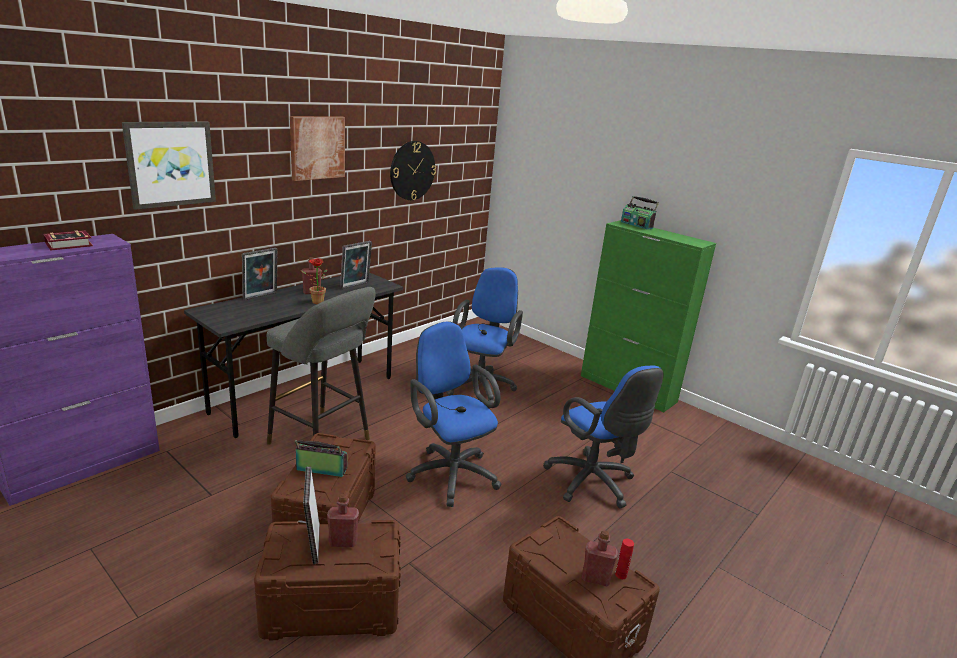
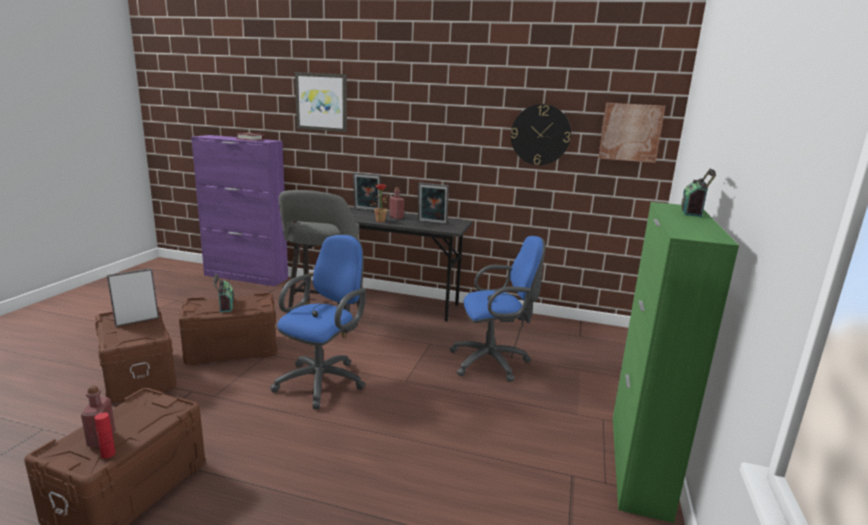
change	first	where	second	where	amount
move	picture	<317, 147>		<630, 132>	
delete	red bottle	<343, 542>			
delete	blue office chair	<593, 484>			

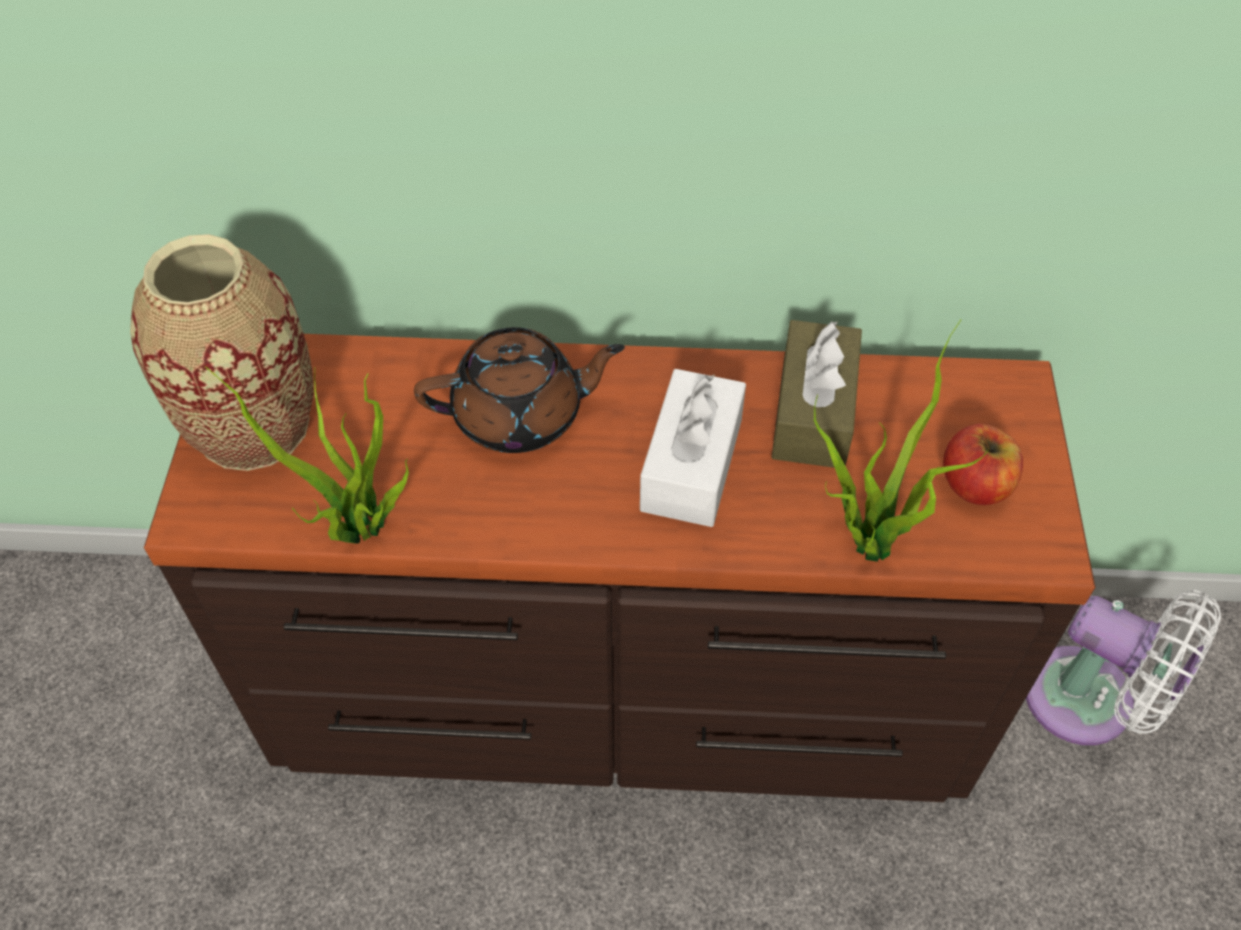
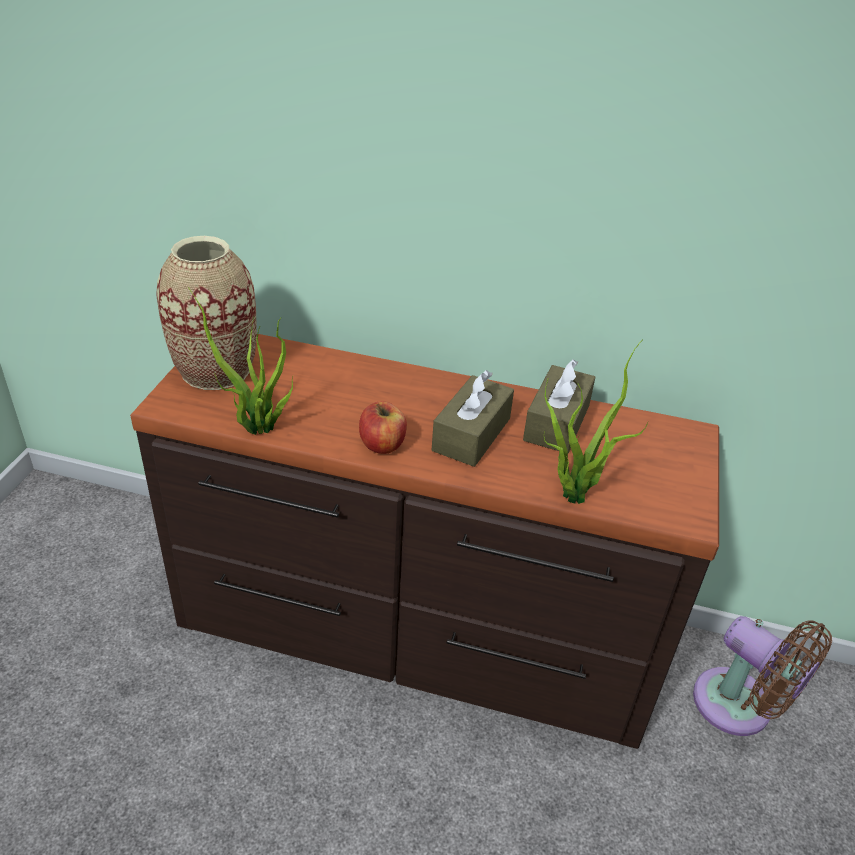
change	first	where	second	where	amount
delete	brown teapot	<521, 415>			
recolor	white tissue box	<691, 464>	brown tissue box	<471, 434>	
move	apple	<975, 485>		<382, 444>	
recolor	white fan	<1090, 703>	brown fan	<739, 708>	

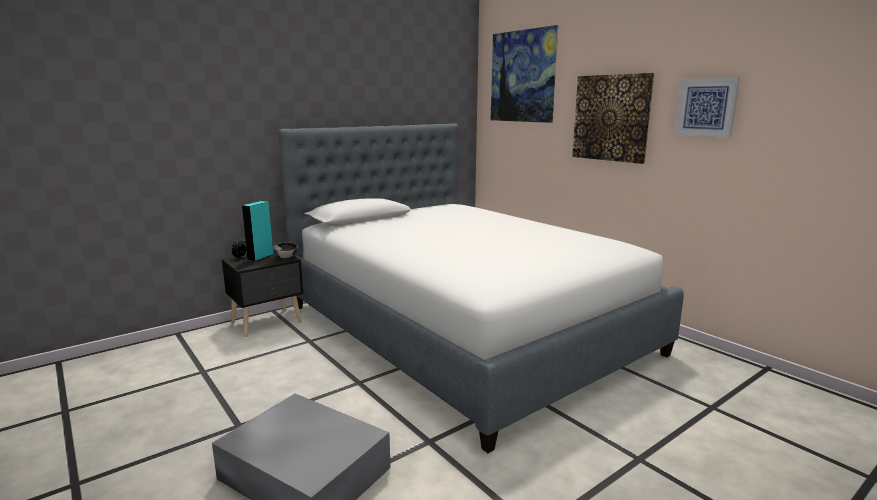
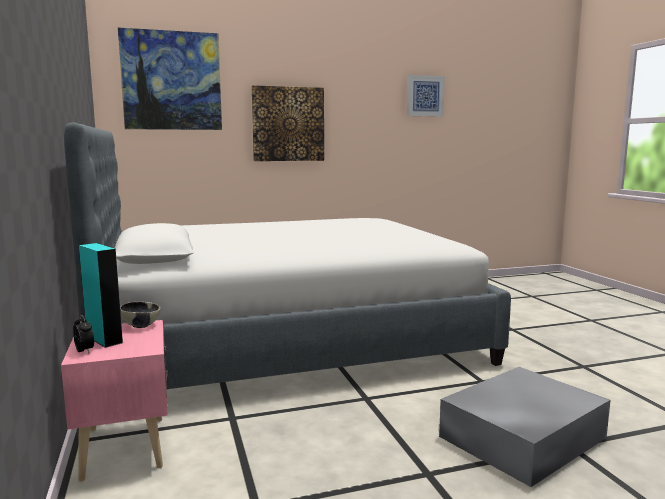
change	first	where	second	where	amount
recolor	black nightstand	<268, 323>	pink nightstand	<127, 446>	
move	picture	<706, 107>		<425, 96>	

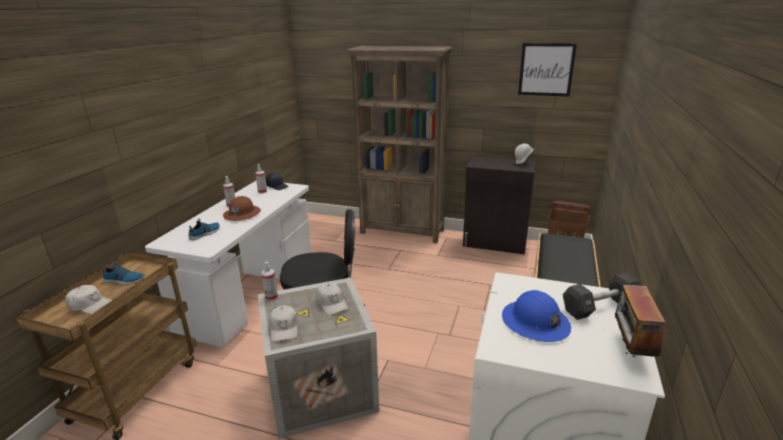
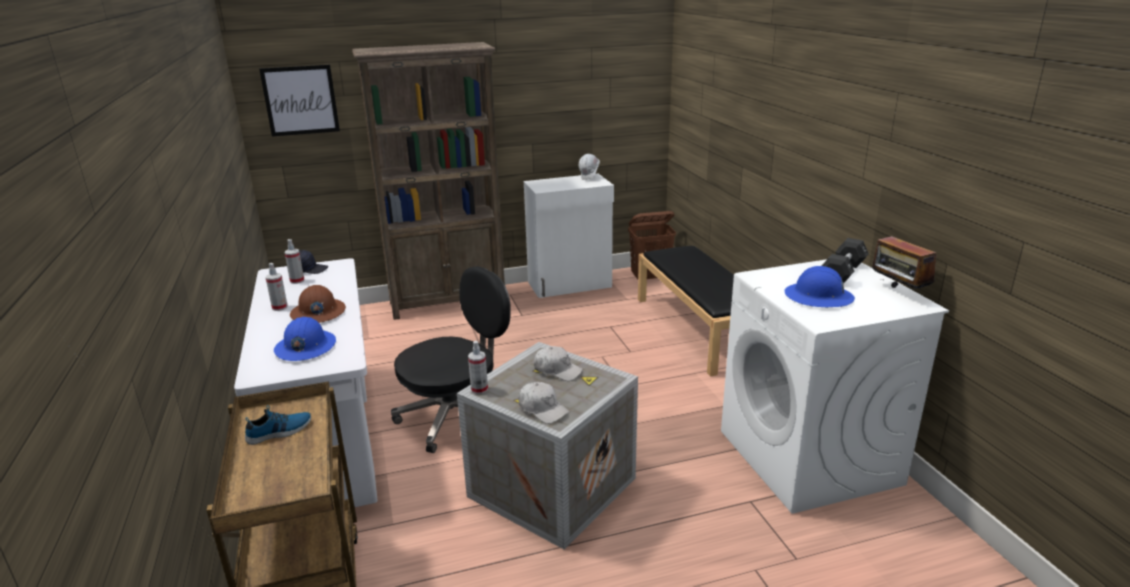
change	first	where	second	where	amount
delete	white cap	<90, 305>			
replace	shoe	<205, 233>	blue hard hat	<305, 347>	
recolor	black cabinet	<495, 243>	white cabinet	<570, 285>	
move	picture	<546, 69>		<300, 100>	

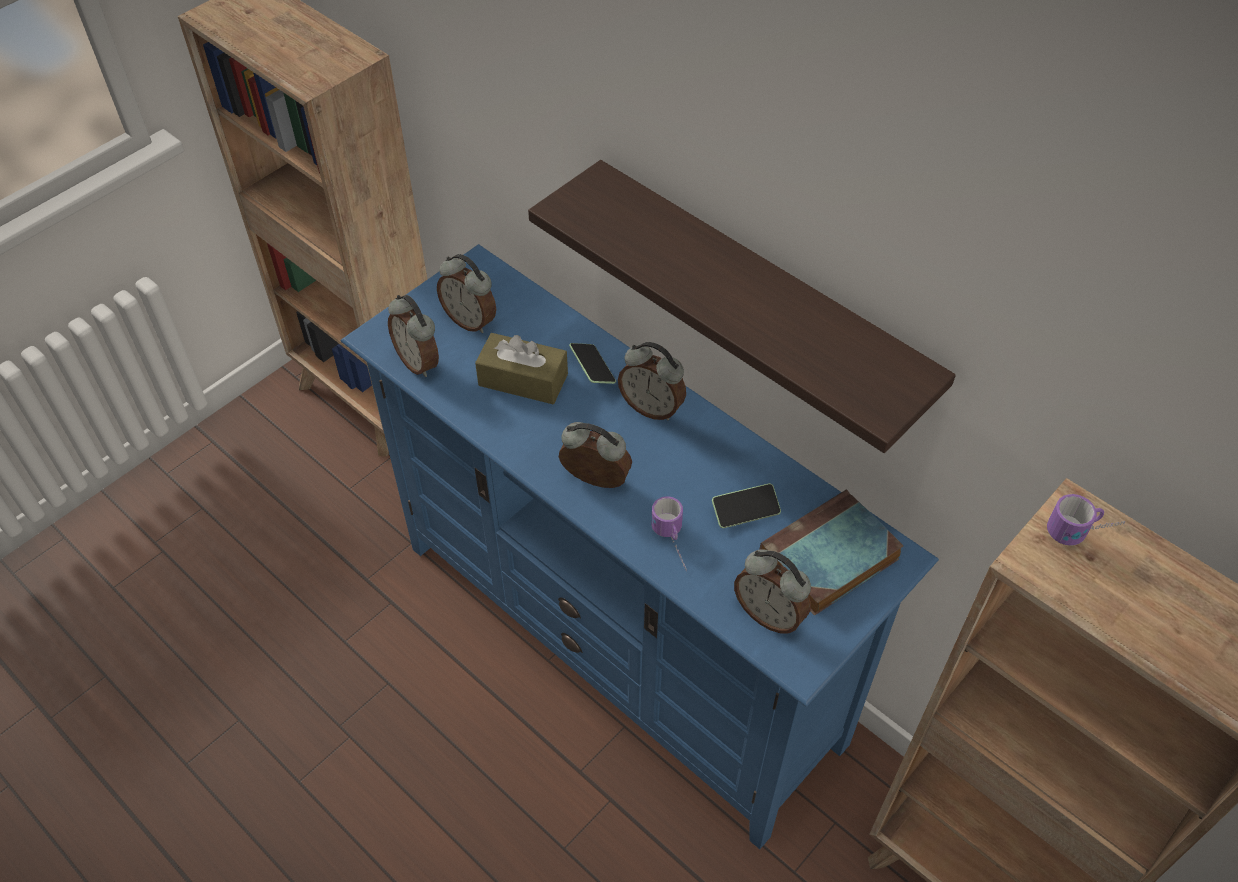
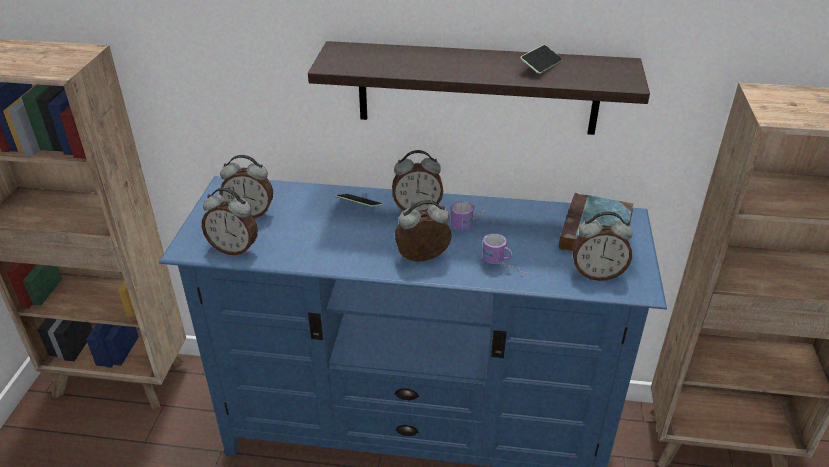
change	first	where	second	where	amount
delete	brown tissue box	<523, 380>			
move	phone	<745, 511>		<540, 66>	
move	mug	<1084, 533>		<469, 223>	

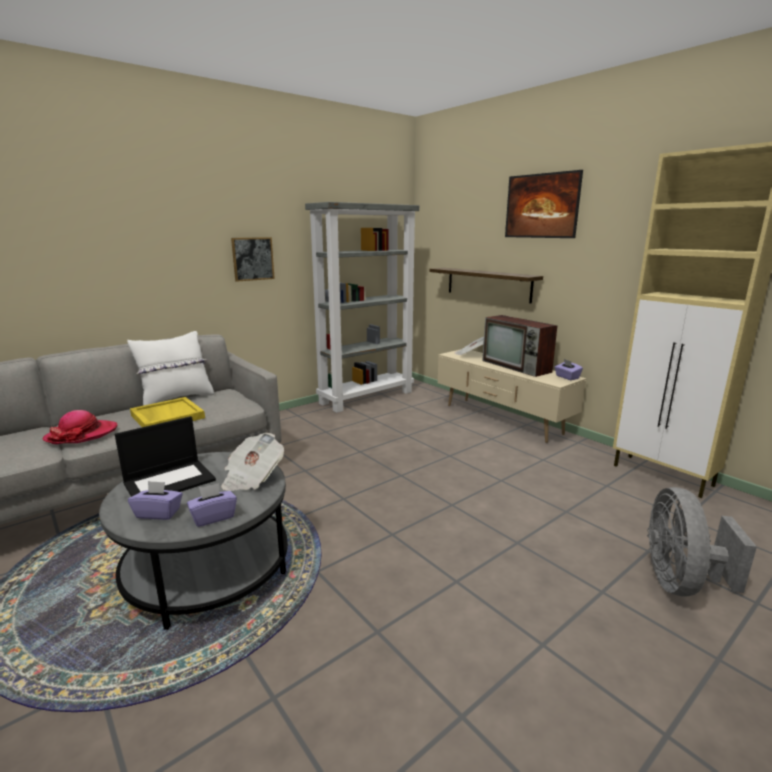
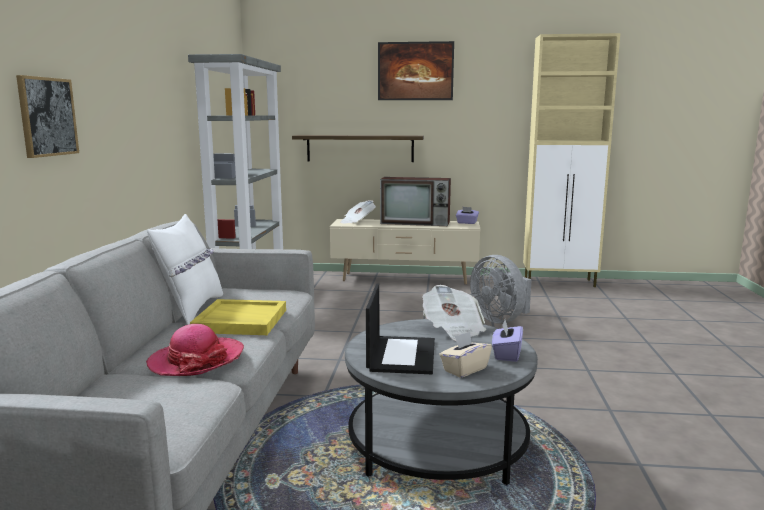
change	first	where	second	where	amount
recolor	purple tissue box	<158, 513>	beige tissue box	<464, 369>	
move	picture	<253, 259>		<47, 117>	
move	grey fan	<680, 582>		<500, 319>	

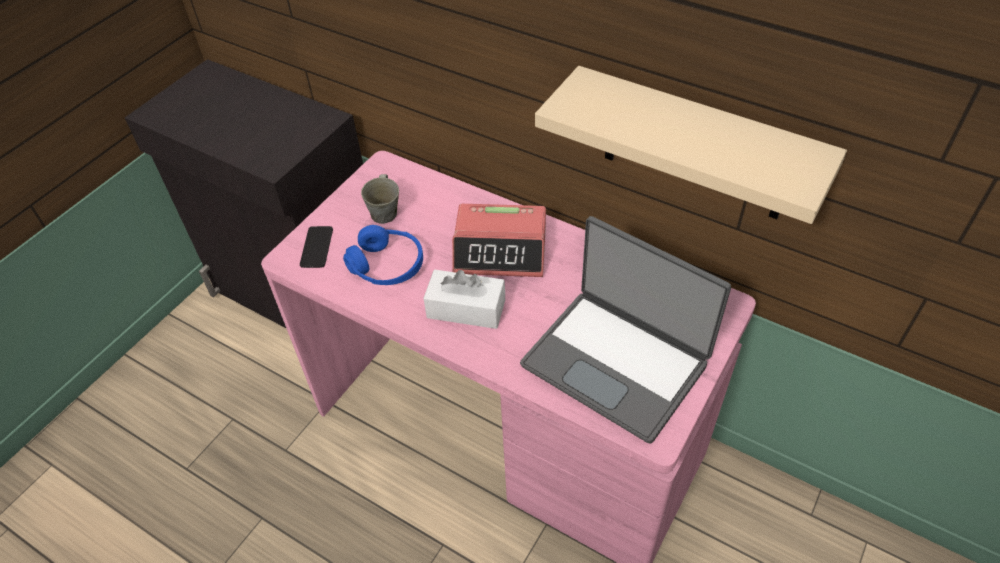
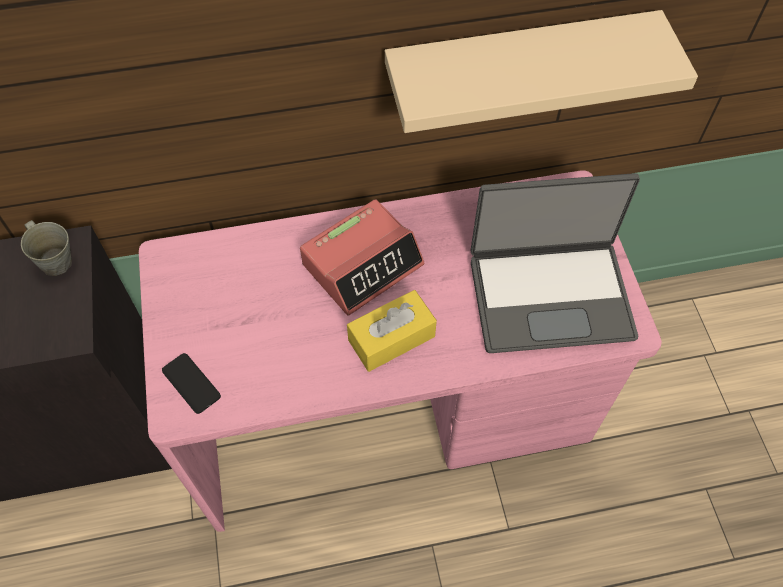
change	first	where	second	where	amount
delete	blue headphones	<387, 266>			
move	grey mug	<385, 213>		<56, 261>	
recolor	white tissue box	<466, 309>	yellow tissue box	<391, 338>	

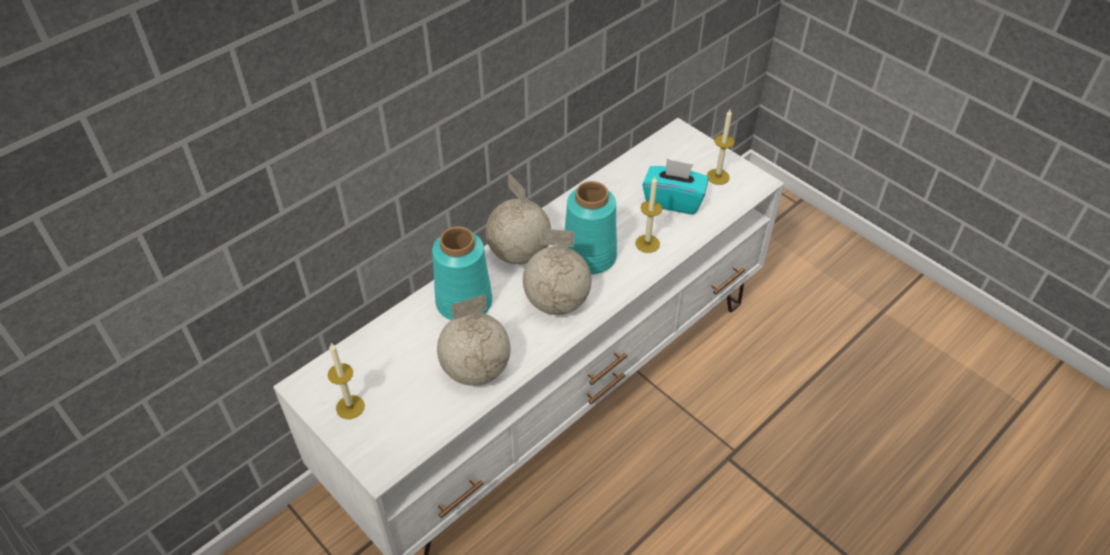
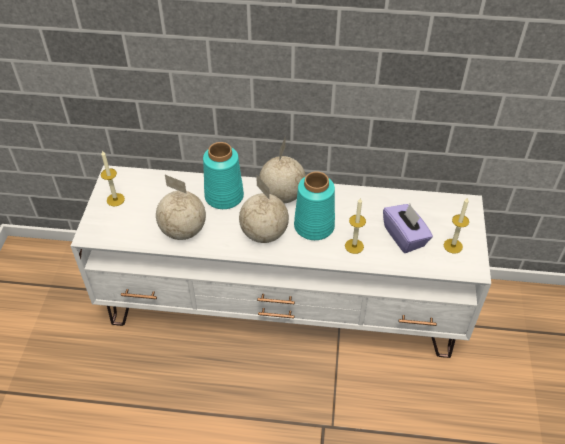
change	first	where	second	where	amount
recolor	turquoise tissue box	<673, 200>	purple tissue box	<405, 237>	

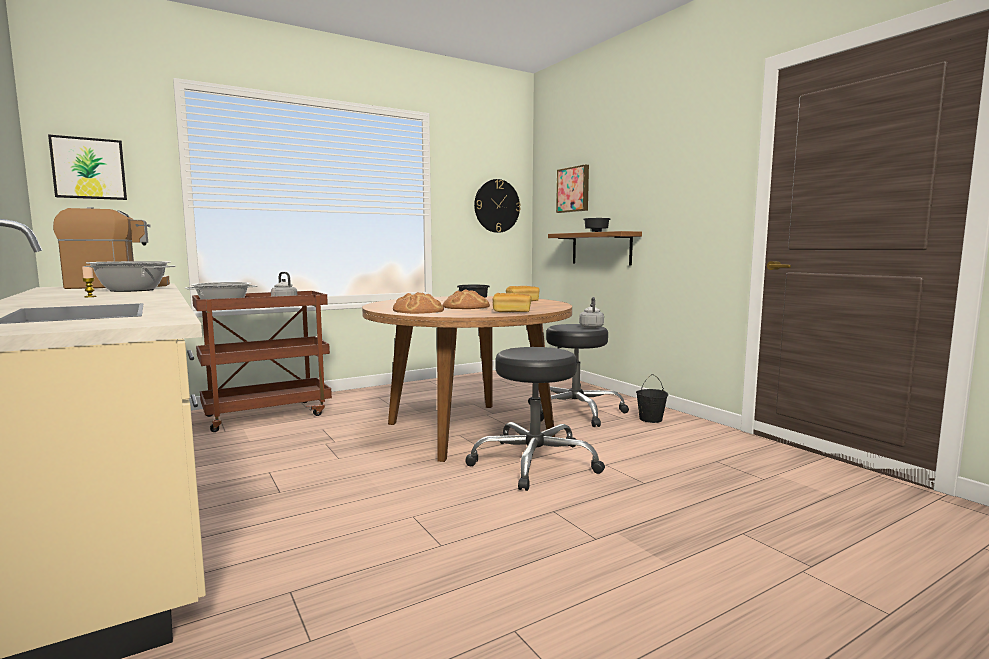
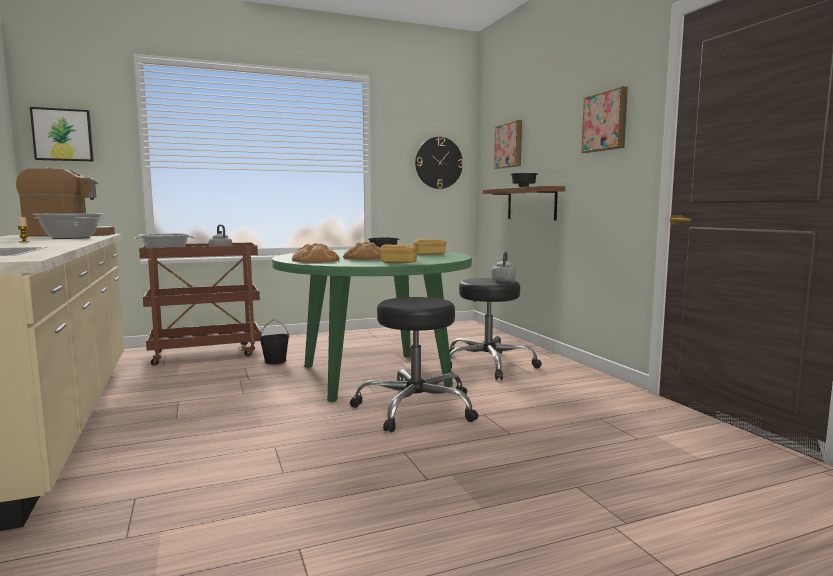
change	first	where	second	where	amount
recolor	brown dining table	<469, 429>	green dining table	<374, 375>	
move	black bucket	<650, 419>		<275, 361>	
insert			picture	<606, 121>	

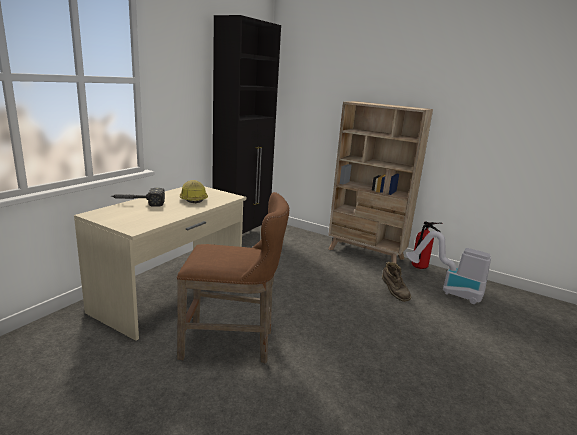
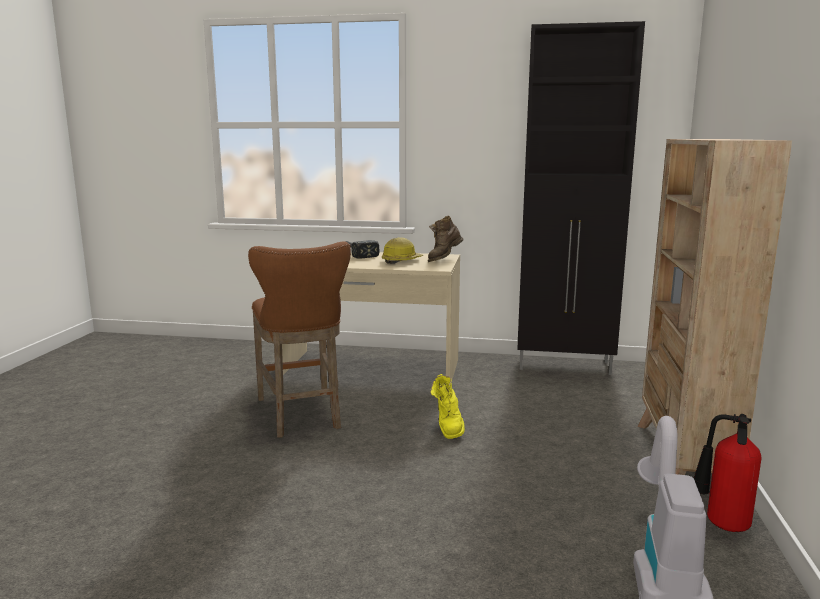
change	first	where	second	where	amount
move	brown boot	<393, 293>		<444, 259>	
insert			yellow boot	<448, 427>	

